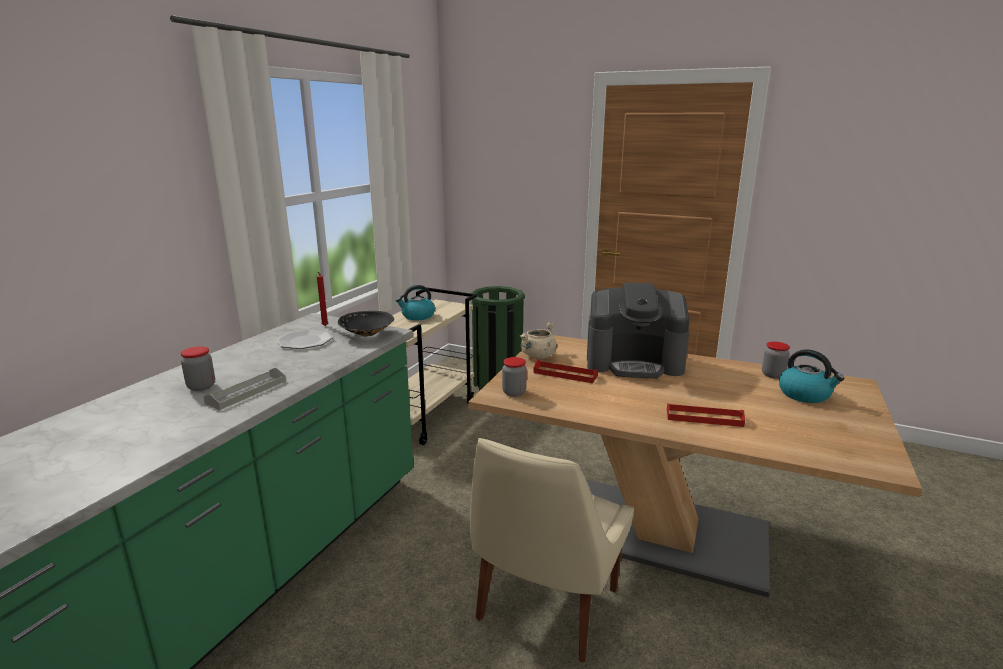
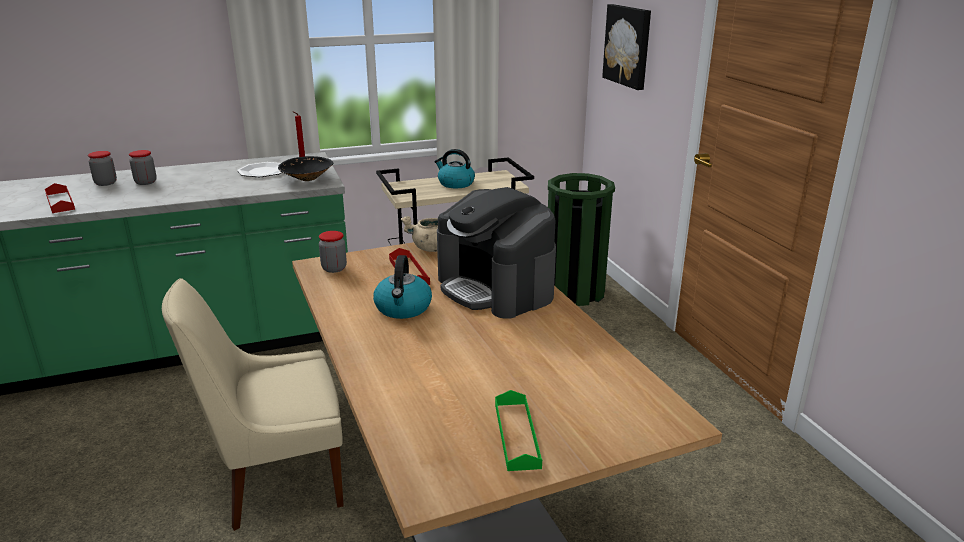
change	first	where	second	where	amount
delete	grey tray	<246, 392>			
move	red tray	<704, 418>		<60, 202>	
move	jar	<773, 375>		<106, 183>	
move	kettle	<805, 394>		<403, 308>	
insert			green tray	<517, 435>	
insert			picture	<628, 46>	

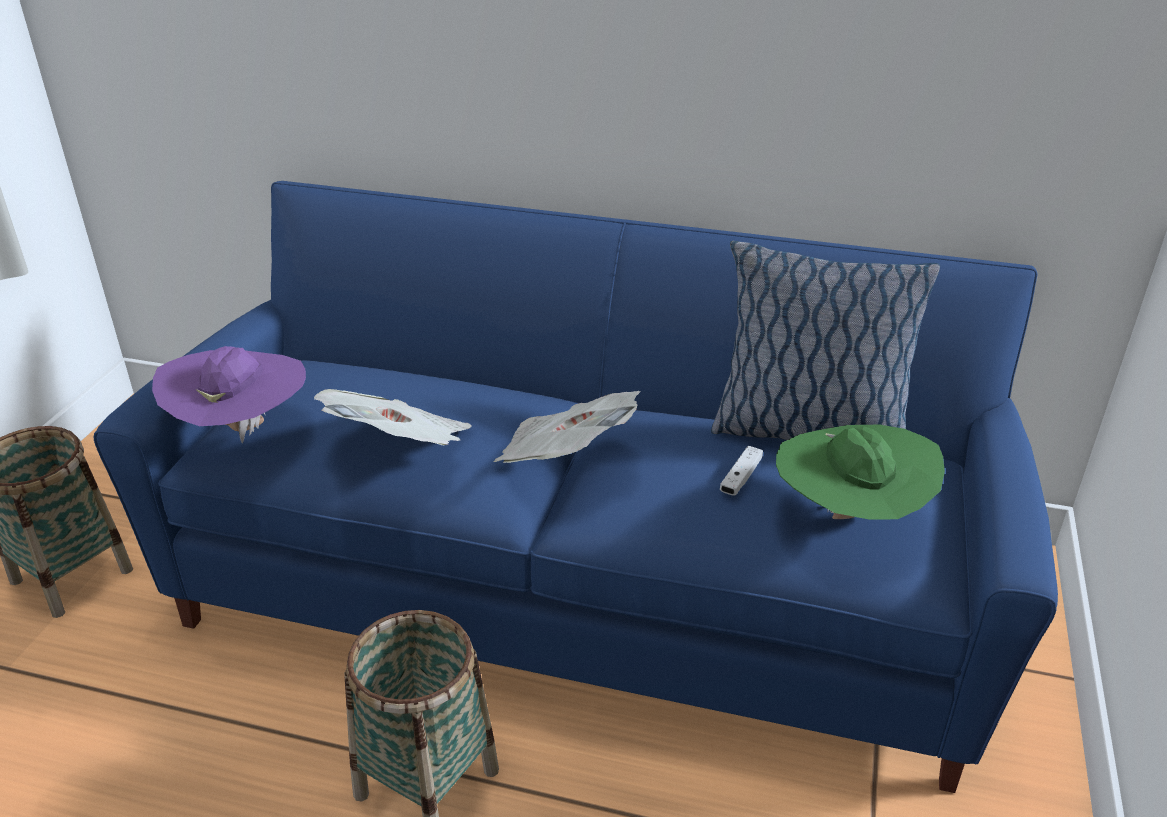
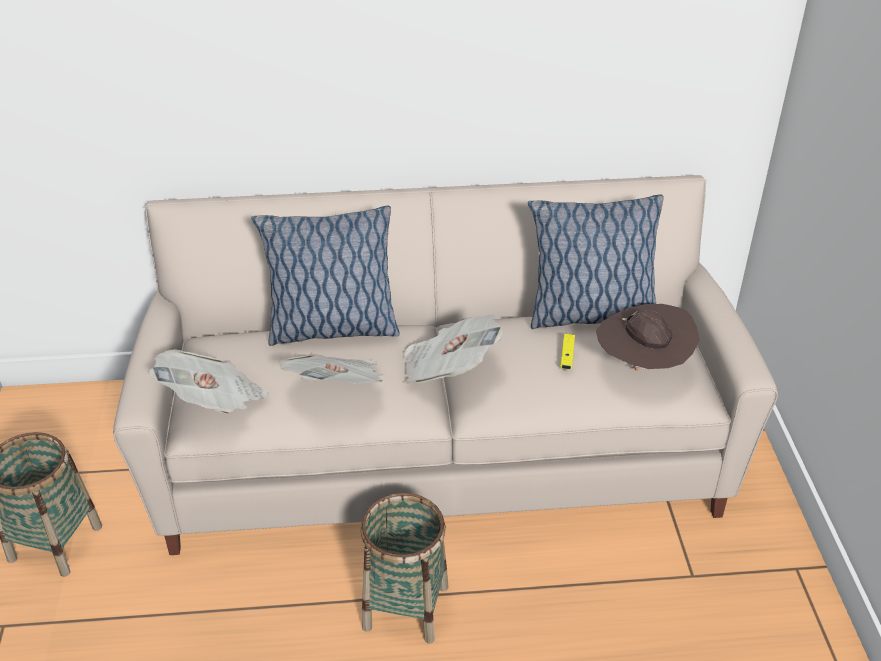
change	first	where	second	where	amount
recolor	blue sofa	<583, 584>	beige sofa	<440, 448>	
replace	purple hat	<242, 429>	newspaper	<214, 402>	
recolor	white game controller	<741, 478>	yellow game controller	<567, 356>	
recolor	green hat	<850, 516>	brown hat	<642, 366>	
insert			pillow	<331, 329>	

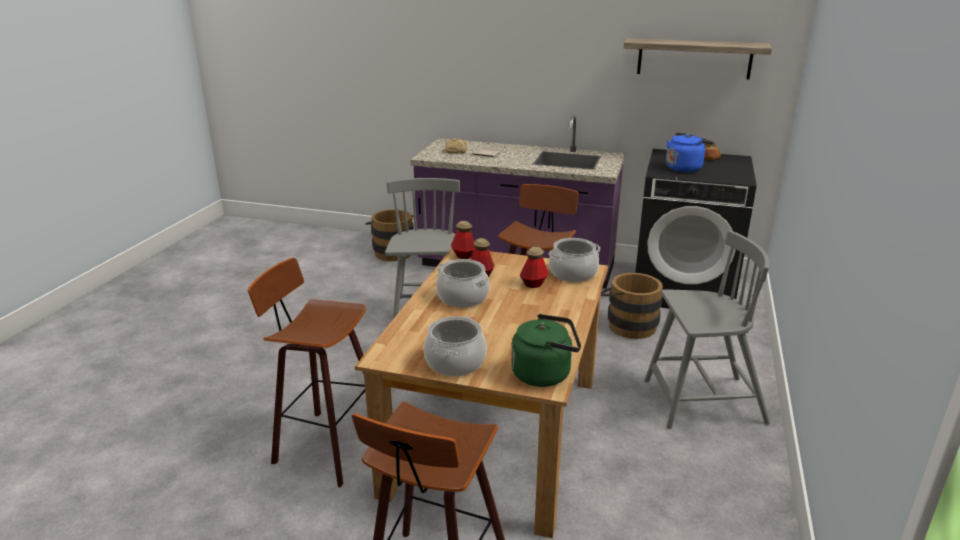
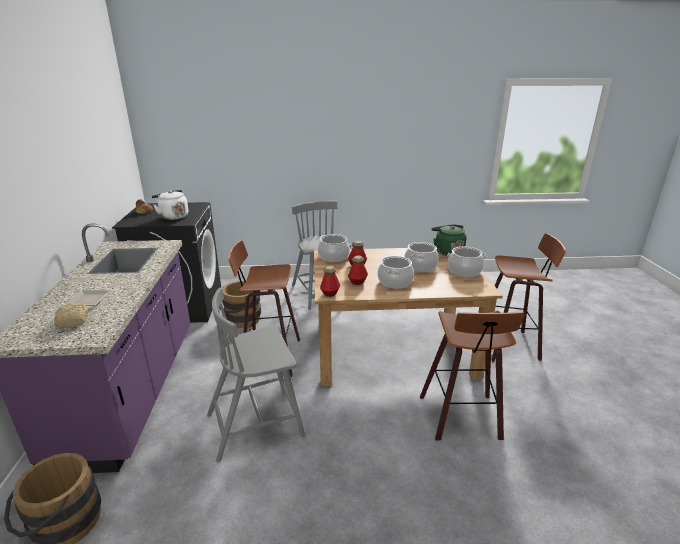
change	first	where	second	where	amount
delete	shelf	<694, 58>			
recolor	blue kettle	<685, 168>	white kettle	<173, 216>	
insert			cooking pot	<420, 266>	

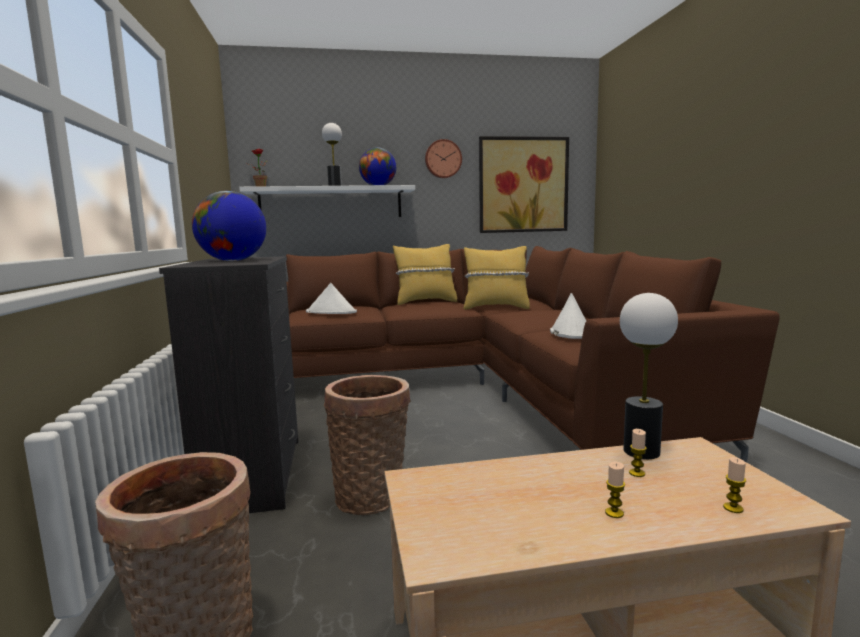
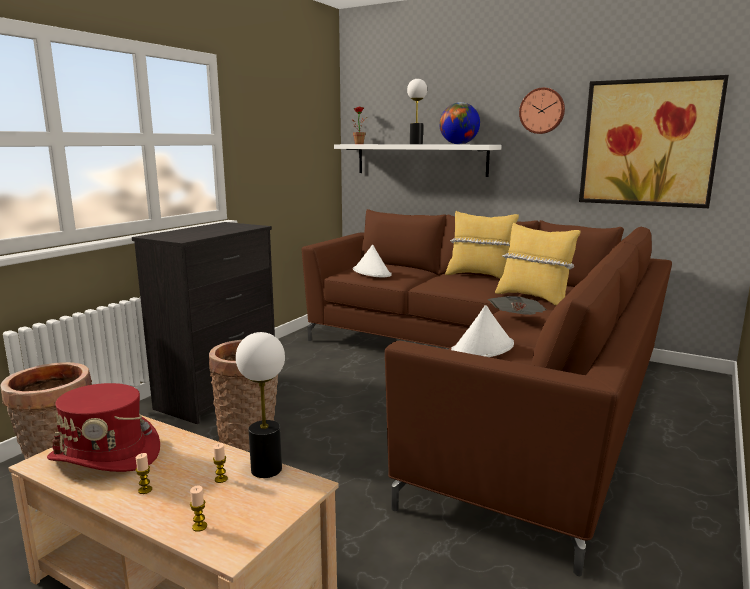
change	first	where	second	where	amount
delete	globe	<233, 261>			
insert			red hat	<106, 455>	
insert			newspaper	<516, 321>	

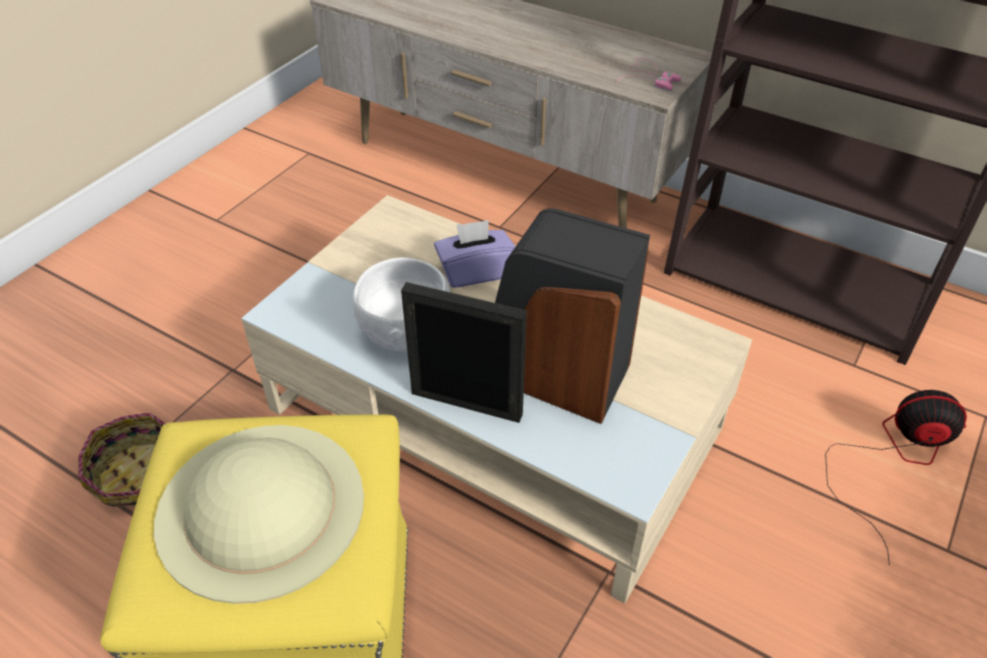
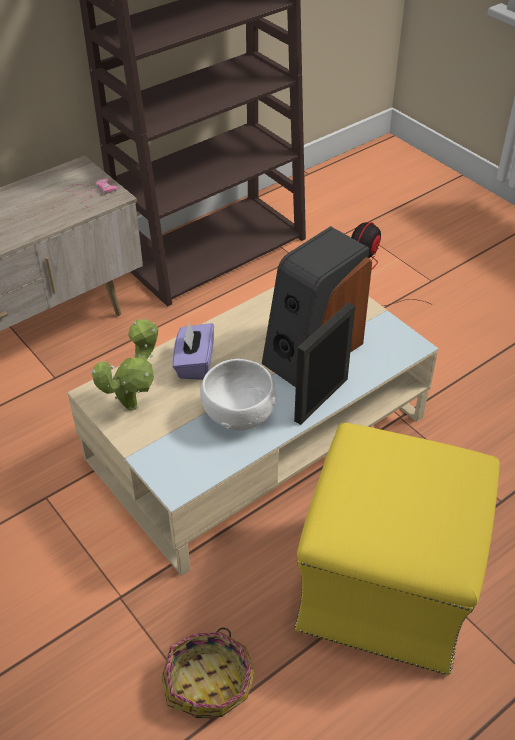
change	first	where	second	where	amount
delete	beige hat	<260, 507>			
insert			potted plant	<134, 403>	

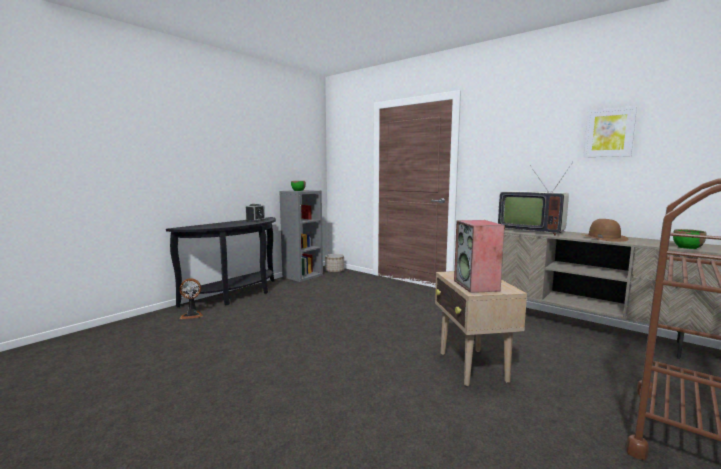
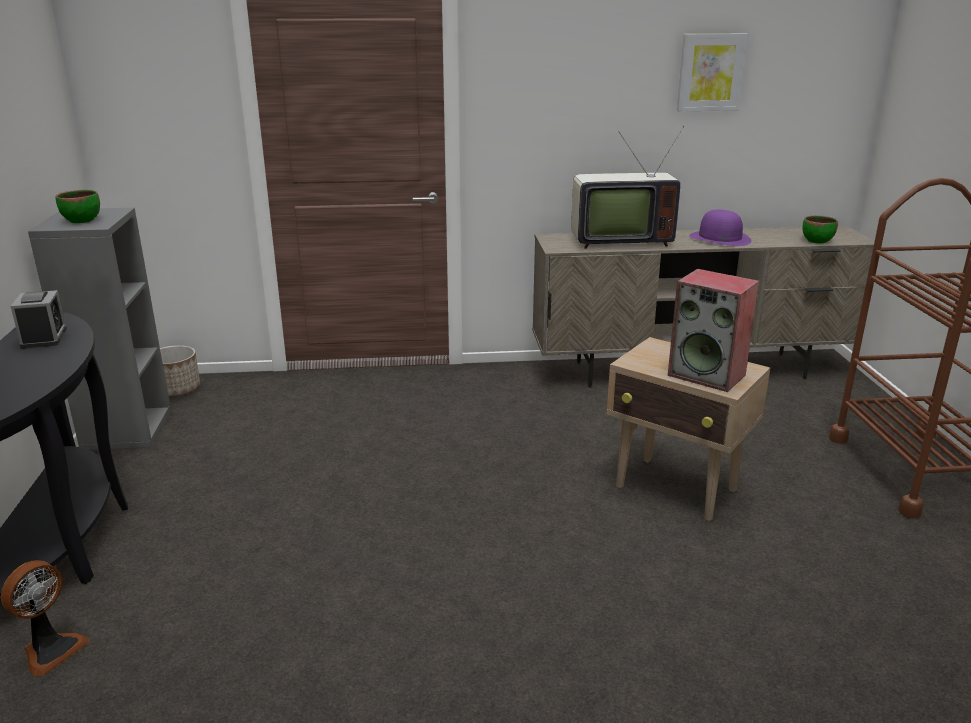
change	first	where	second	where	amount
recolor	brown hat	<603, 237>	purple hat	<719, 238>	

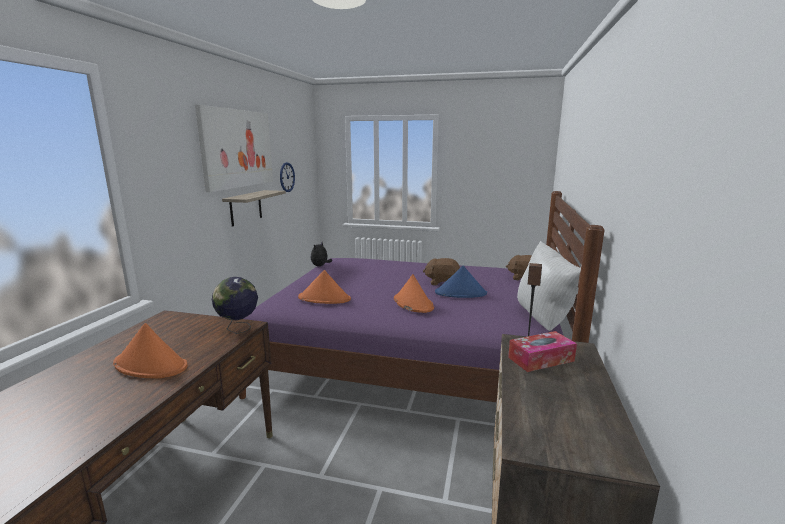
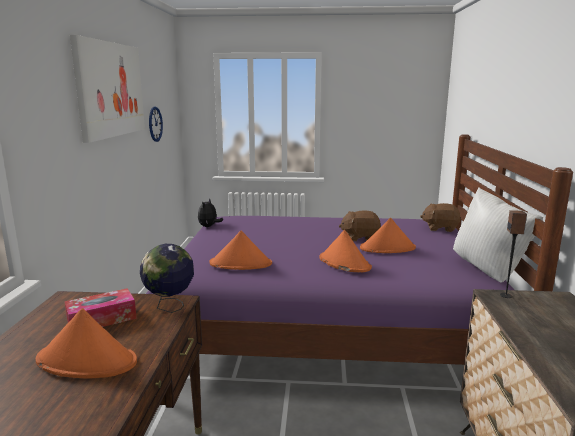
change	first	where	second	where	amount
delete	shelf	<246, 208>			
recolor	blue hat	<461, 293>	orange hat	<388, 248>	
move	tissue box	<541, 359>		<102, 319>	

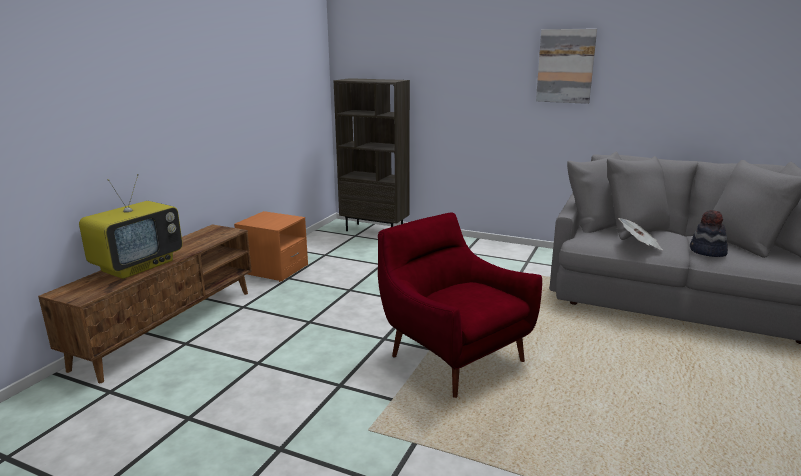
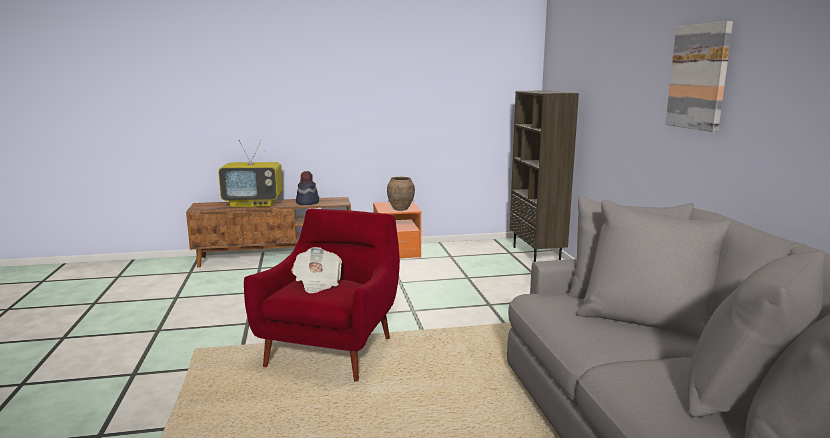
change	first	where	second	where	amount
move	newspaper	<639, 245>		<317, 283>	
move	hat	<707, 252>		<307, 202>	
insert			brown vase	<400, 209>	

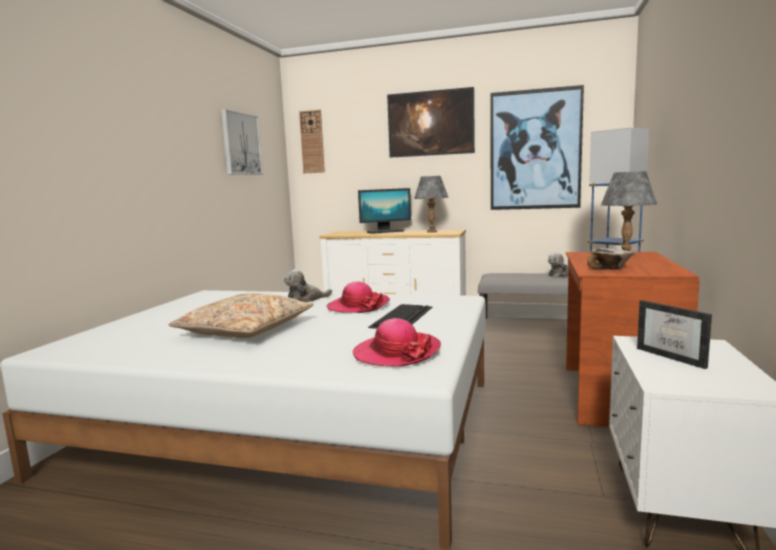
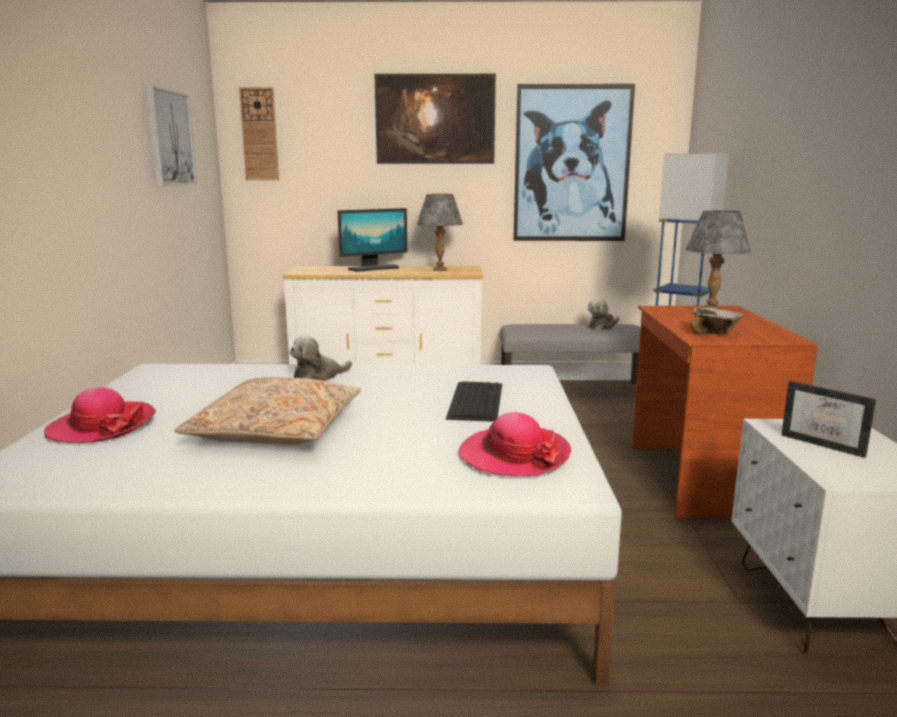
change	first	where	second	where	amount
move	hat	<358, 306>		<101, 426>	

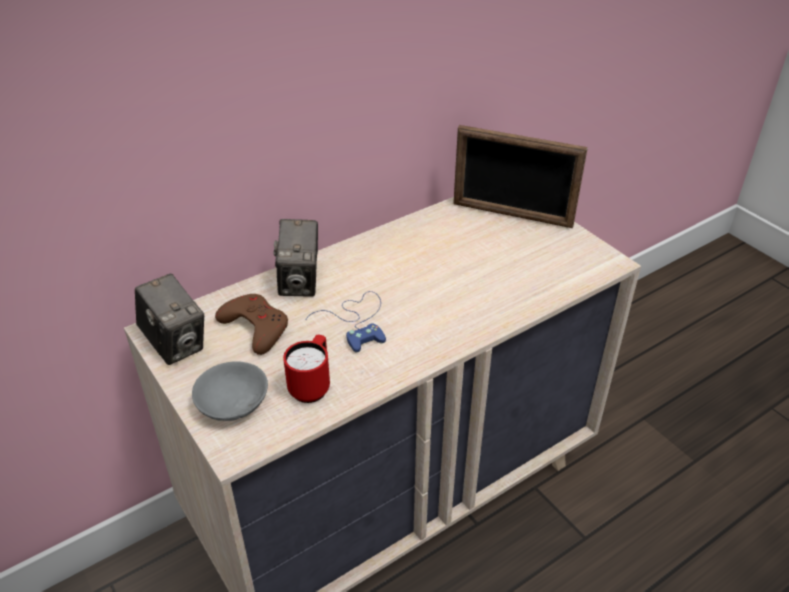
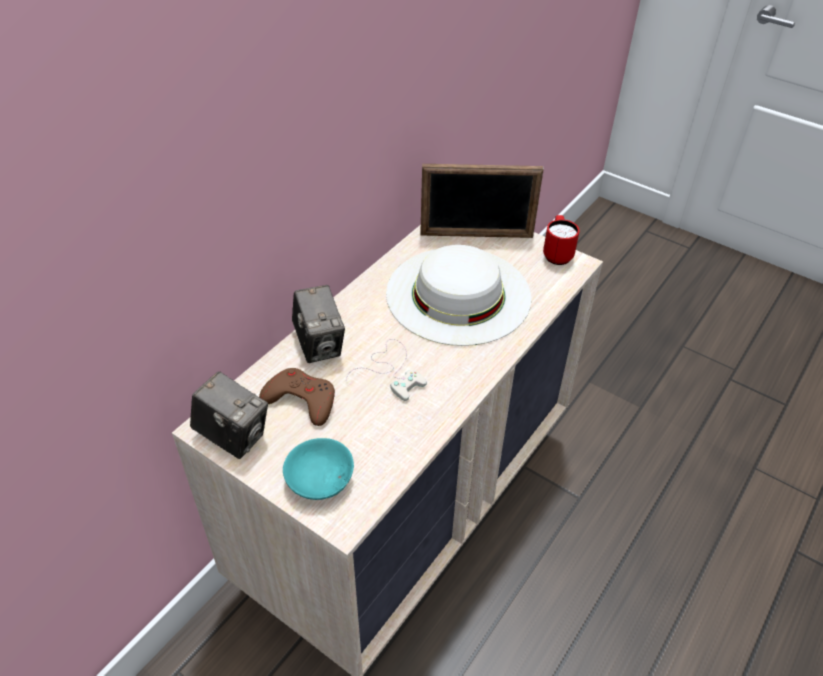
change	first	where	second	where	amount
recolor	grey bowl	<232, 402>	turquoise bowl	<318, 478>	
move	red mug	<312, 385>		<557, 254>	
recolor	blue game controller	<357, 321>	white game controller	<391, 370>	
insert			white hat	<458, 294>	

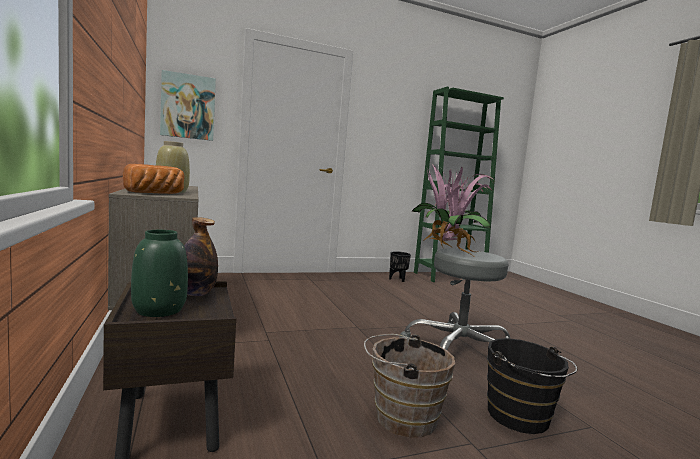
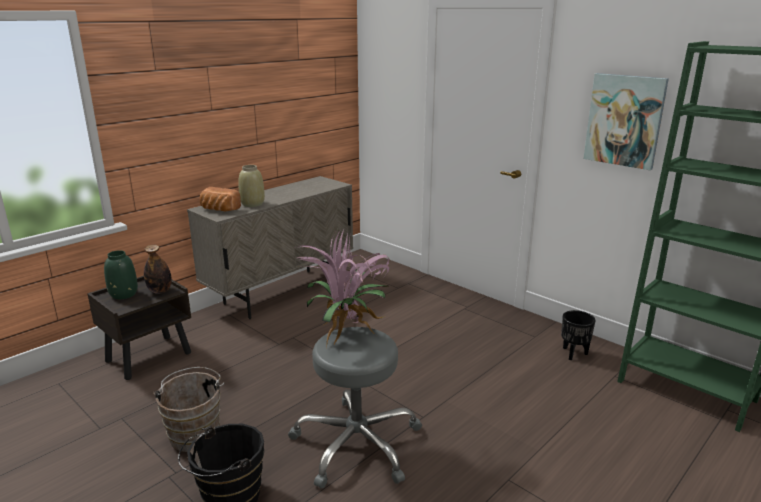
change	first	where	second	where	amount
move	picture	<188, 106>		<624, 120>	

